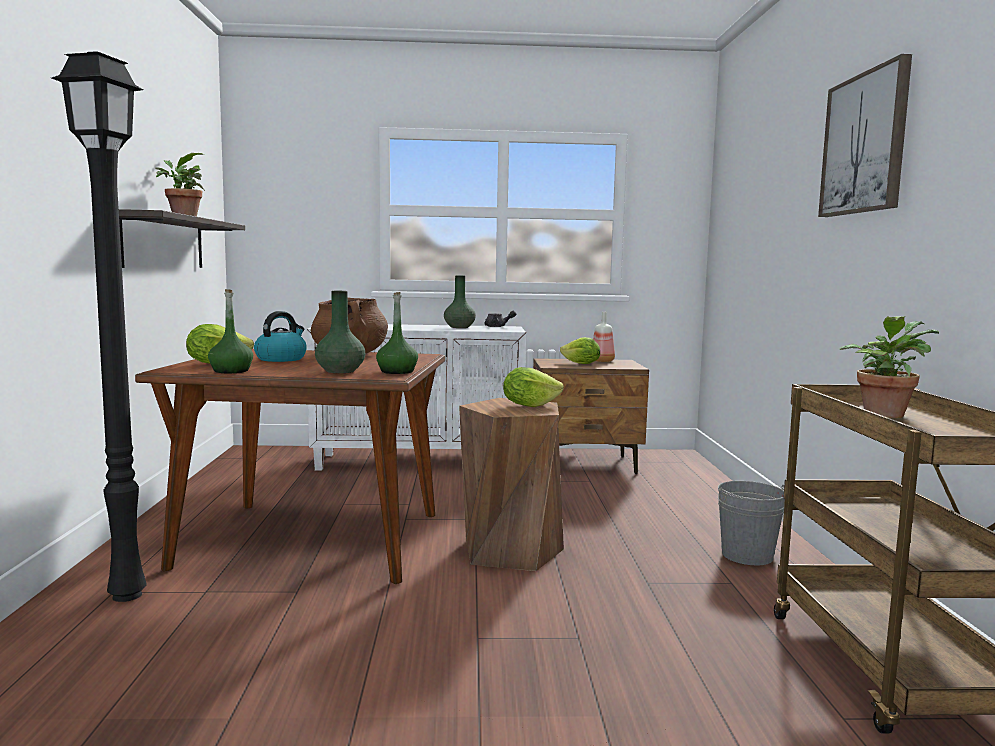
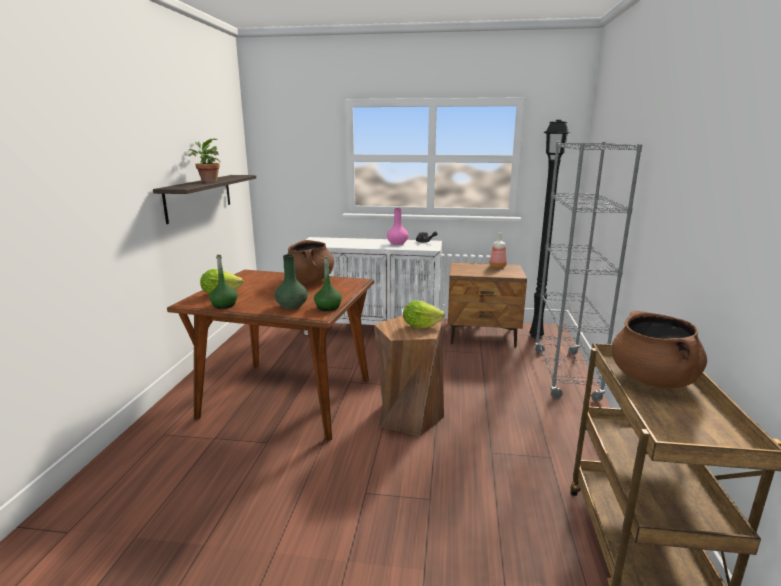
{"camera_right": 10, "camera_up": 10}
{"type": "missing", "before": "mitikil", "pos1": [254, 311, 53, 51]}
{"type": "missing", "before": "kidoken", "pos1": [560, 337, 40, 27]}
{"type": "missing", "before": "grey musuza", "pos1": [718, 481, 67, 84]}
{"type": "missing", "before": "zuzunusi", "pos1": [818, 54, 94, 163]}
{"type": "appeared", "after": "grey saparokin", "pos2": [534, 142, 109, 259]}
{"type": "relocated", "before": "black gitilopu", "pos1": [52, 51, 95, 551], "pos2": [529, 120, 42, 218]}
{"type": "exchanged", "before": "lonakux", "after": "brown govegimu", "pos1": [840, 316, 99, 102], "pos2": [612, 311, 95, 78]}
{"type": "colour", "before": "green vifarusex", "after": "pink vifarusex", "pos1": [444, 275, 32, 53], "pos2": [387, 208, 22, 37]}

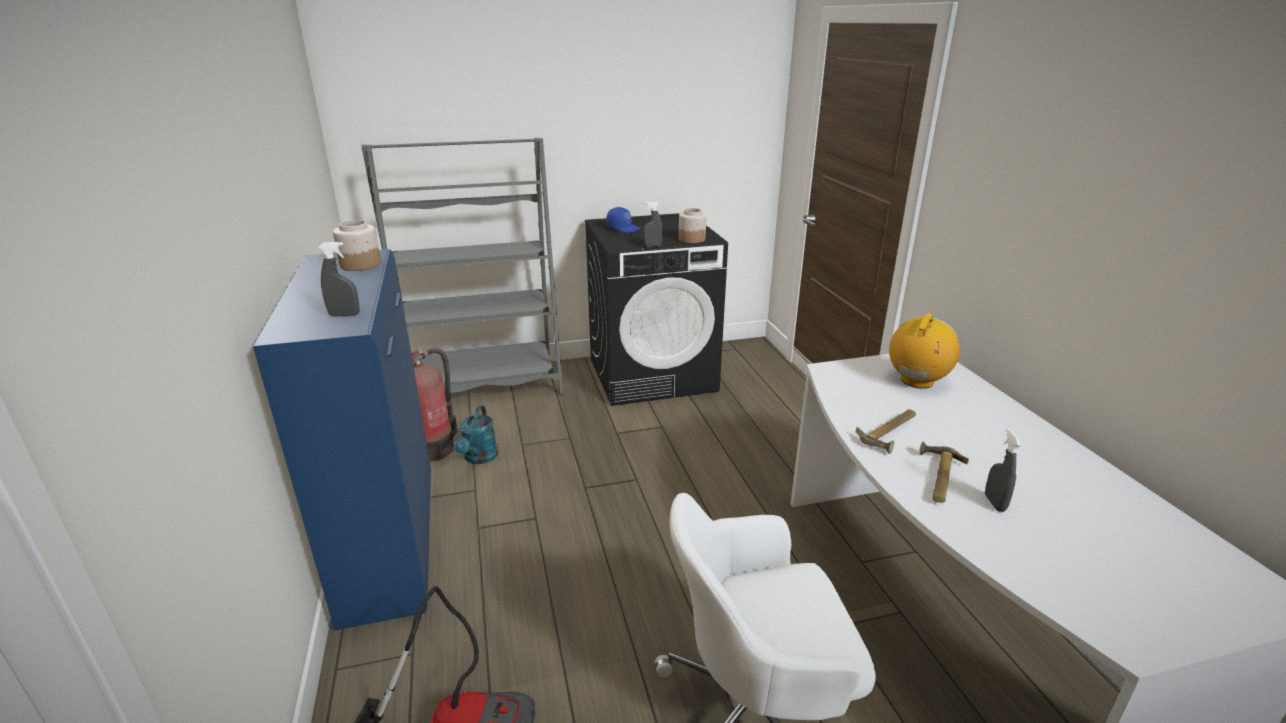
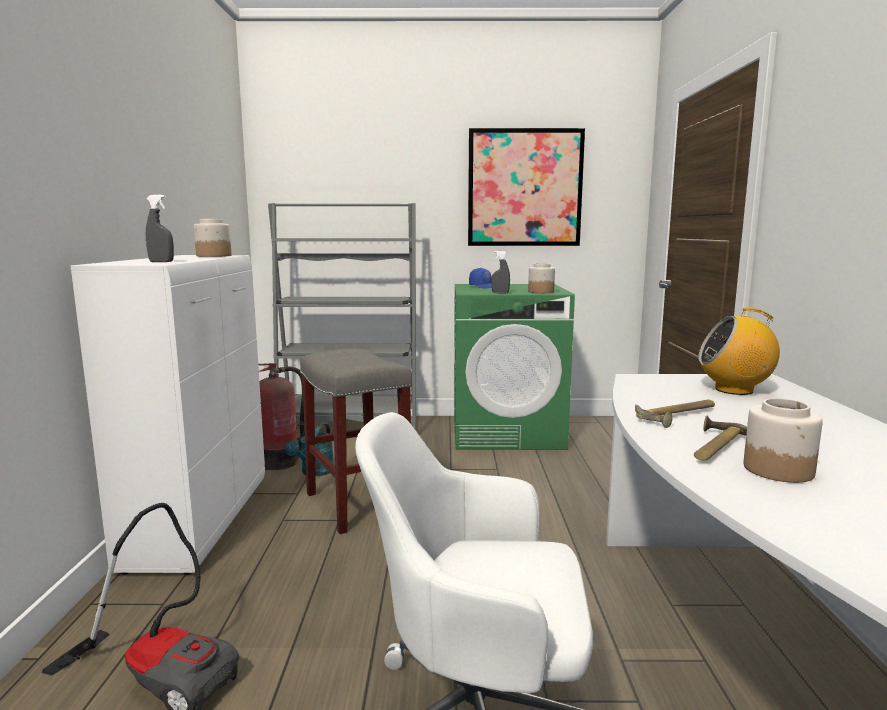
{"camera_right": 15, "camera_up": -15}
{"type": "appeared", "after": "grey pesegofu", "pos2": [300, 348, 112, 186]}
{"type": "appeared", "after": "zuzunusi", "pos2": [468, 128, 117, 118]}
{"type": "exchanged", "before": "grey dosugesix", "after": "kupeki", "pos1": [985, 428, 37, 84], "pos2": [744, 398, 79, 85]}
{"type": "colour", "before": "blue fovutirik", "after": "white fovutirik", "pos1": [253, 249, 178, 381], "pos2": [71, 255, 194, 320]}
{"type": "colour", "before": "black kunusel", "after": "green kunusel", "pos1": [585, 213, 143, 193], "pos2": [454, 284, 121, 166]}
{"type": "spun", "before": "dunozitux", "pos1": [889, 313, 71, 76], "pos2": [698, 308, 82, 87], "turn": -135}

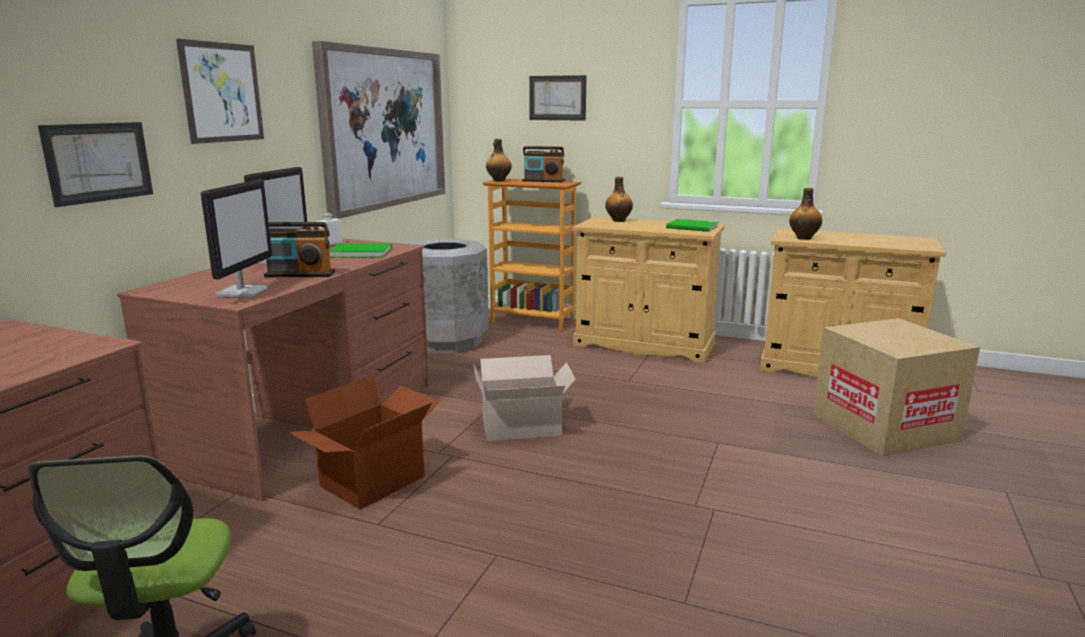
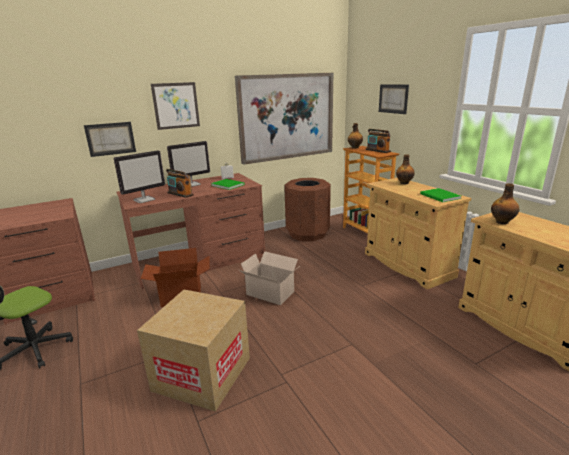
{"camera_right": 40, "camera_up": 5}
{"type": "relocated", "before": "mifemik", "pos1": [813, 318, 167, 139], "pos2": [137, 290, 113, 122]}
{"type": "colour", "before": "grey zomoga", "after": "brown zomoga", "pos1": [412, 239, 77, 114], "pos2": [284, 178, 47, 63]}

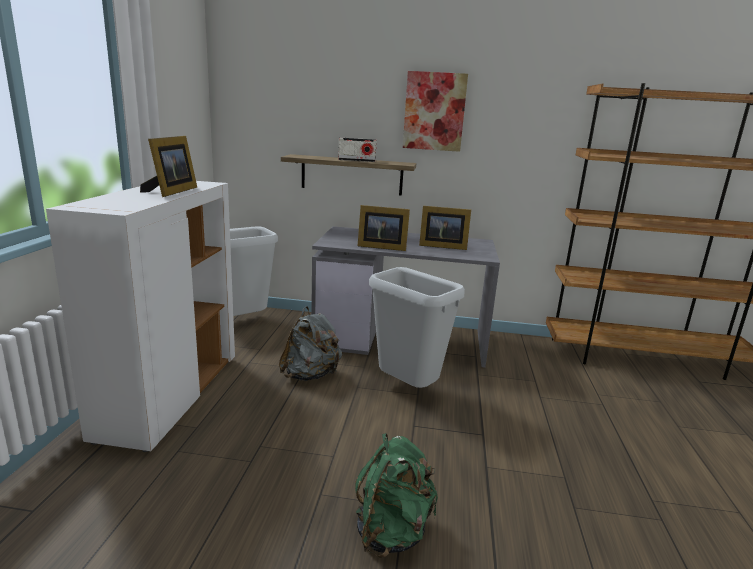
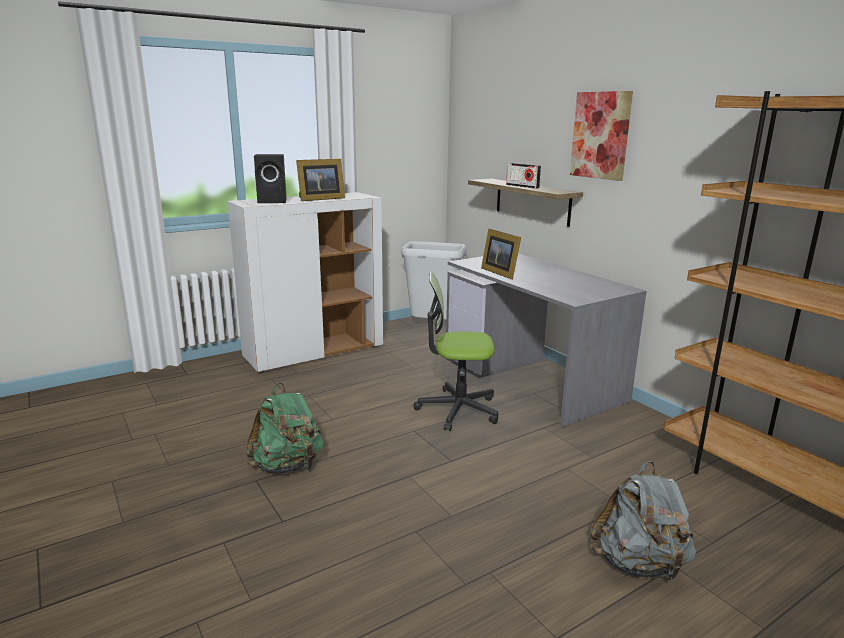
{"camera_right": 50, "camera_up": 0}
{"type": "missing", "before": "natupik", "pos1": [419, 206, 52, 44]}
{"type": "appeared", "after": "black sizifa", "pos2": [254, 154, 33, 49]}
{"type": "relocated", "before": "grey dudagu", "pos1": [279, 306, 63, 75], "pos2": [591, 461, 105, 122]}
{"type": "exchanged", "before": "grey zomoga", "after": "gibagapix", "pos1": [369, 267, 96, 121], "pos2": [413, 271, 85, 160]}

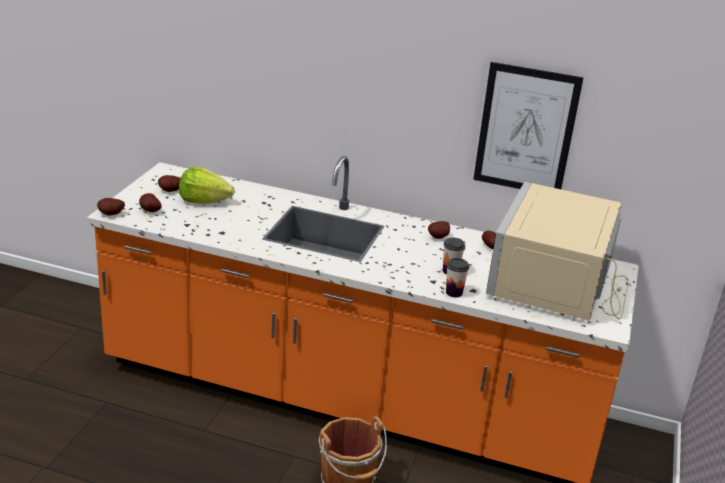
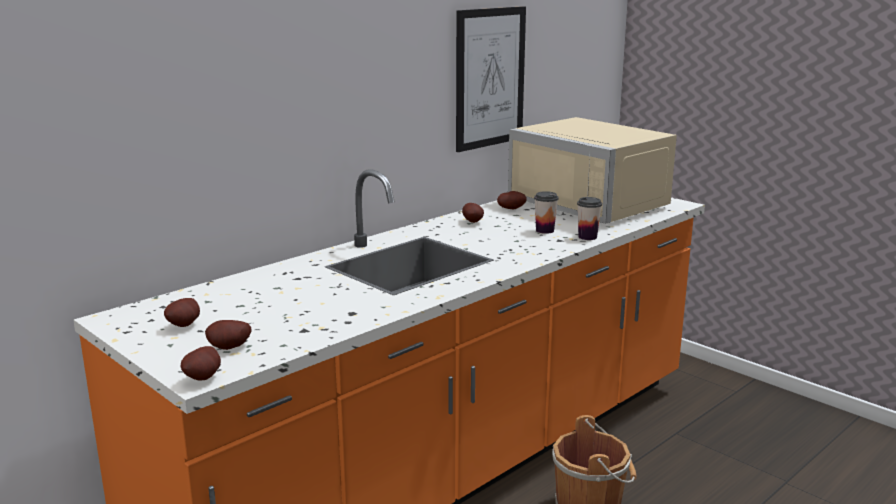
{"camera_right": -60, "camera_up": -10}
{"type": "missing", "before": "kidoken", "pos1": [179, 167, 55, 37]}

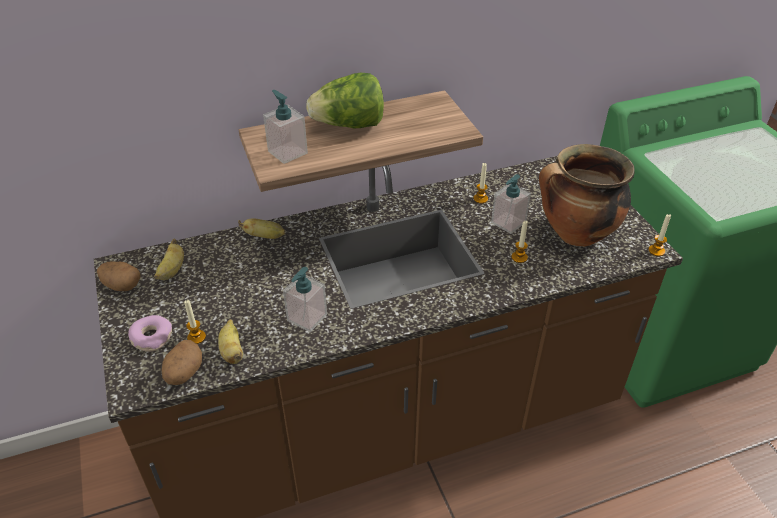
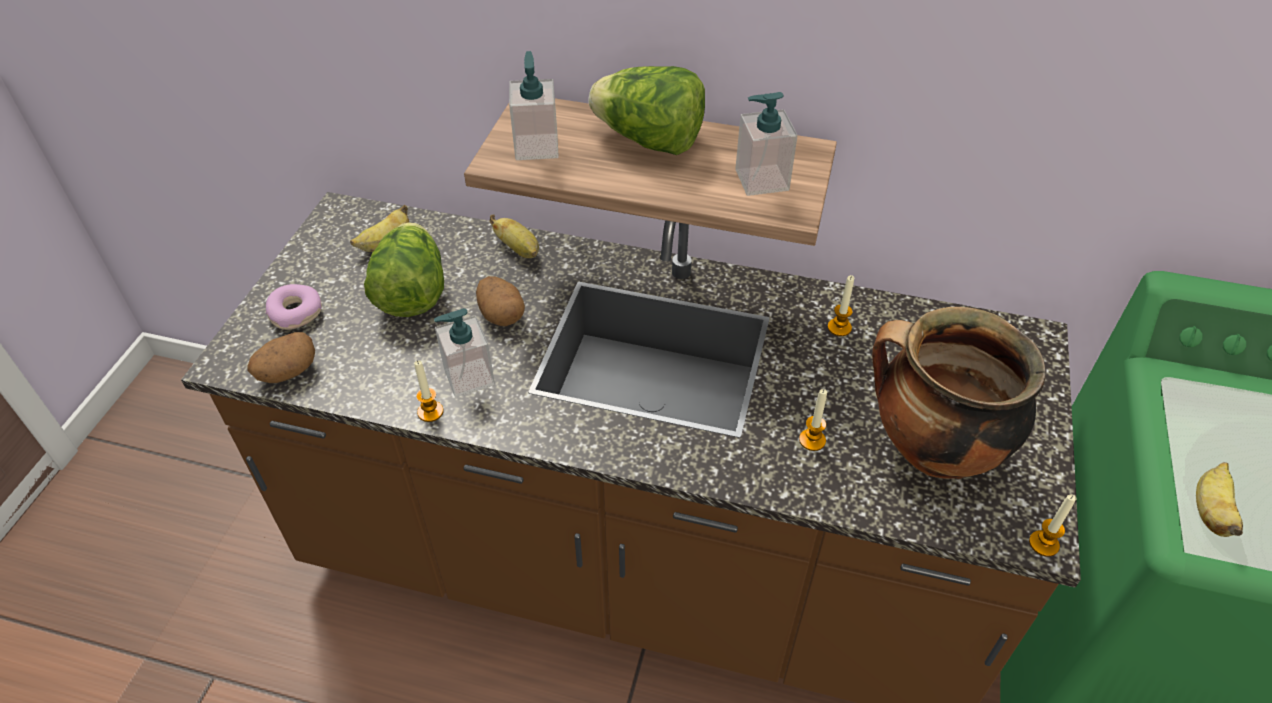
{"camera_right": 35, "camera_up": 5}
{"type": "appeared", "after": "kidoken", "pos2": [364, 222, 80, 95]}
{"type": "relocated", "before": "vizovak", "pos1": [97, 261, 44, 30], "pos2": [476, 276, 49, 50]}
{"type": "relocated", "before": "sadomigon", "pos1": [184, 300, 22, 44], "pos2": [414, 361, 30, 61]}
{"type": "relocated", "before": "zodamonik", "pos1": [218, 319, 25, 45], "pos2": [1196, 462, 47, 75]}
{"type": "relocated", "before": "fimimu", "pos1": [491, 174, 40, 60], "pos2": [735, 92, 63, 104]}

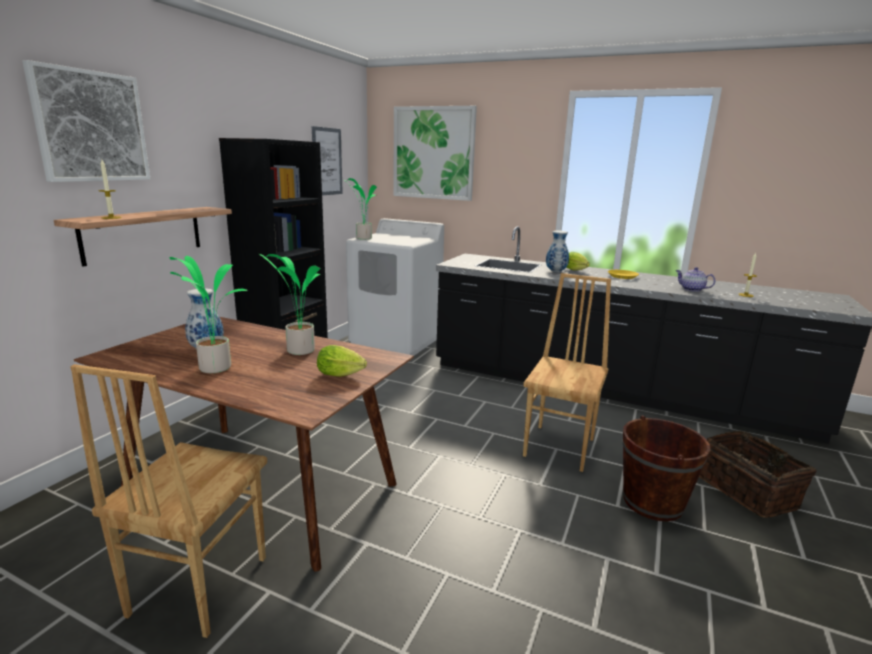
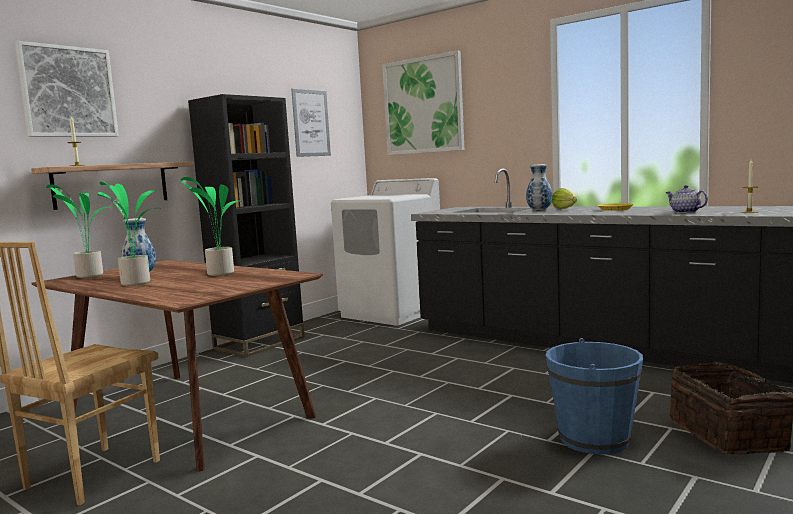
{"camera_right": 15, "camera_up": -10}
{"type": "missing", "before": "kidoken", "pos1": [317, 345, 50, 32]}
{"type": "missing", "before": "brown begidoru", "pos1": [523, 273, 88, 199]}
{"type": "relocated", "before": "lonakux", "pos1": [343, 178, 34, 62], "pos2": [46, 184, 62, 94]}
{"type": "colour", "before": "brown musuza", "after": "blue musuza", "pos1": [623, 415, 88, 106], "pos2": [546, 338, 97, 116]}

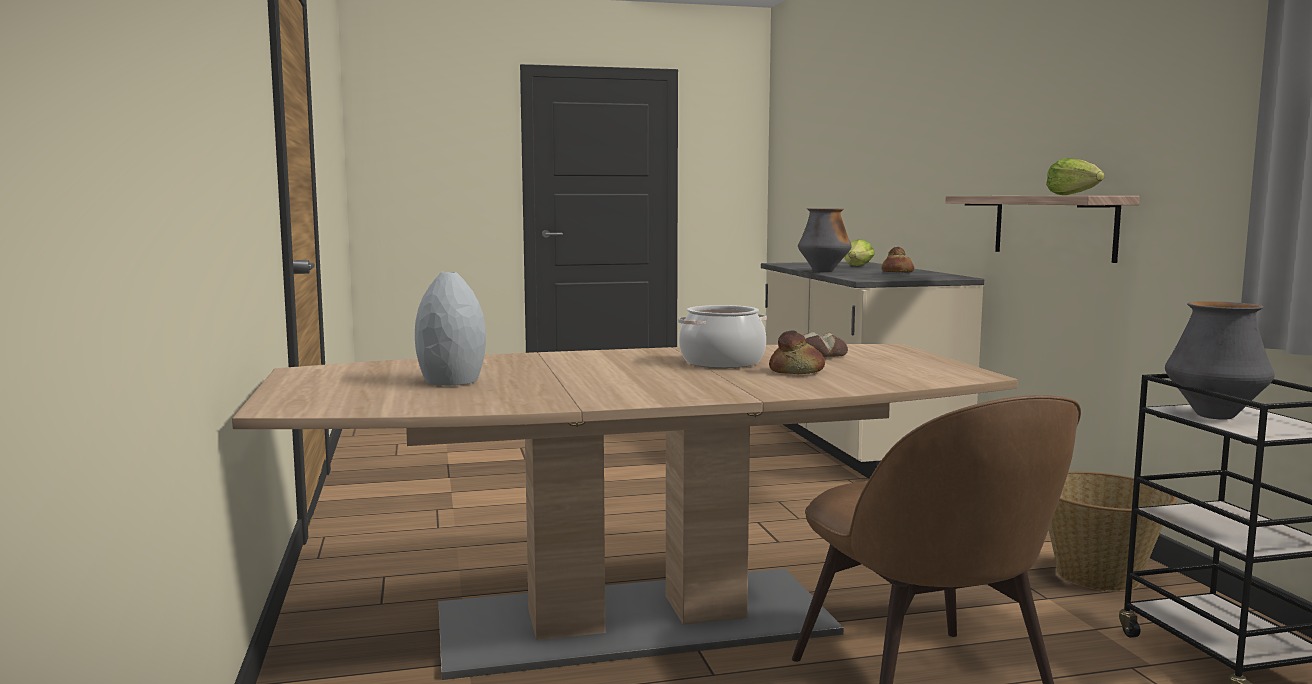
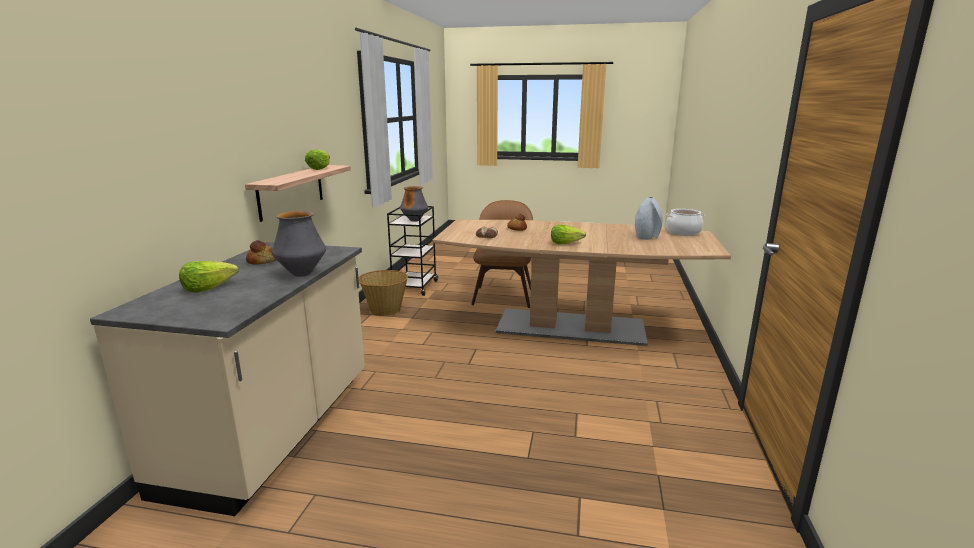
{"camera_right": -155, "camera_up": 10}
{"type": "appeared", "after": "kidoken", "pos2": [551, 224, 35, 20]}
{"type": "relocated", "before": "govegimu", "pos1": [678, 305, 89, 63], "pos2": [666, 209, 39, 27]}

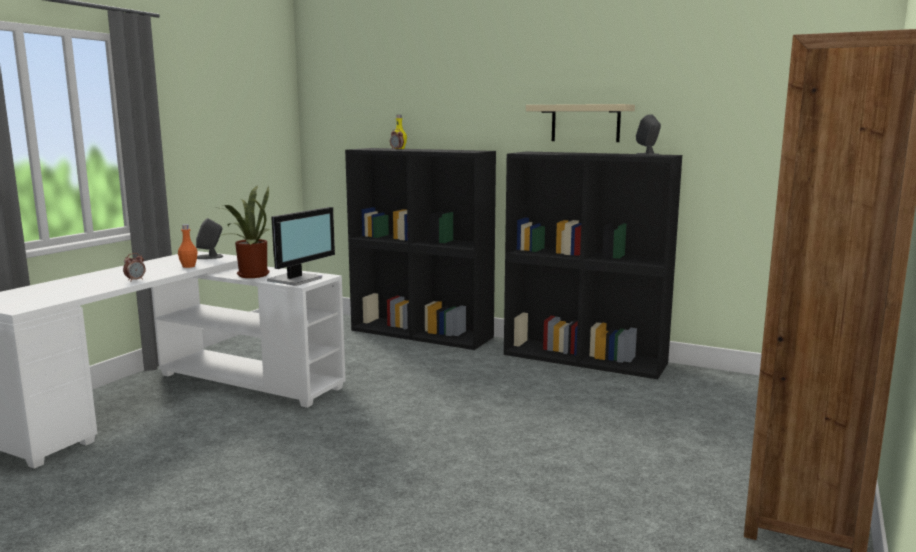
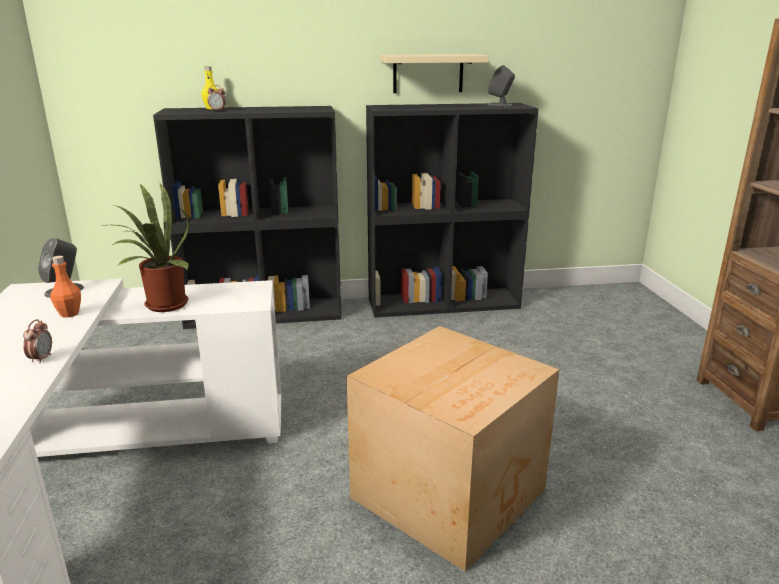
{"camera_right": -35, "camera_up": 10}
{"type": "missing", "before": "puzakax", "pos1": [267, 207, 68, 79]}
{"type": "appeared", "after": "mifemik", "pos2": [347, 326, 212, 246]}

